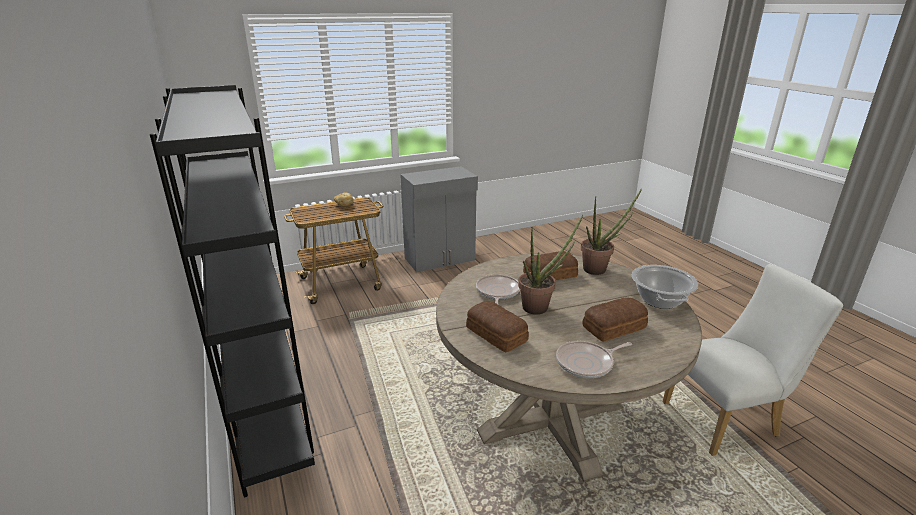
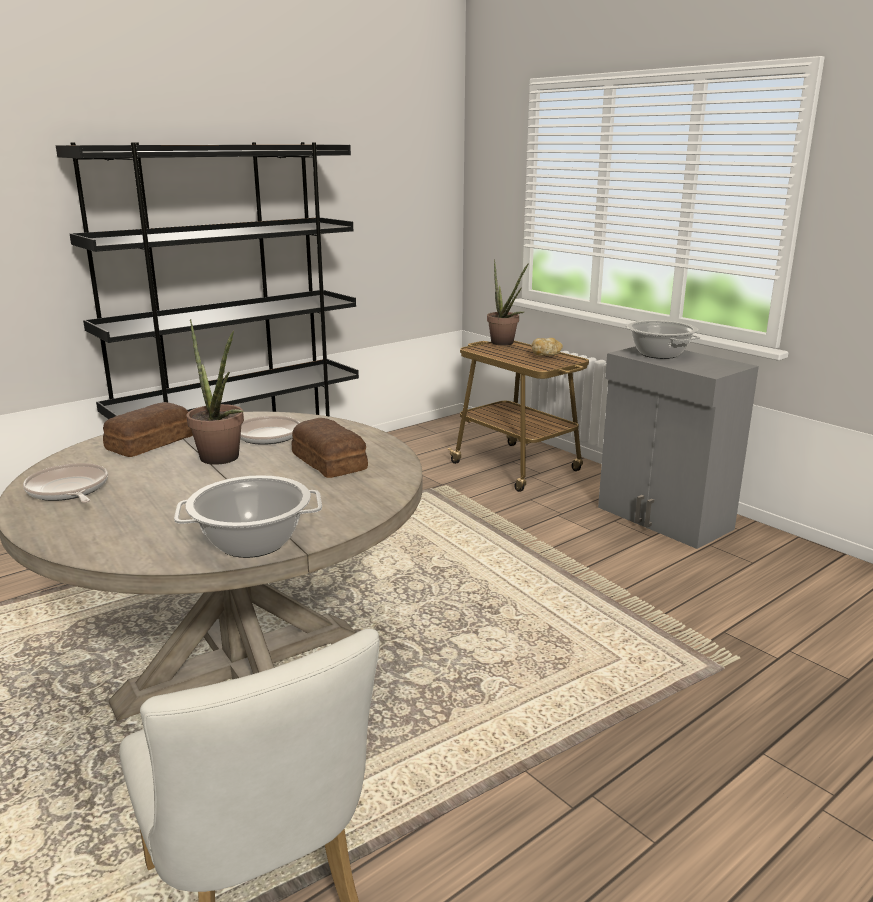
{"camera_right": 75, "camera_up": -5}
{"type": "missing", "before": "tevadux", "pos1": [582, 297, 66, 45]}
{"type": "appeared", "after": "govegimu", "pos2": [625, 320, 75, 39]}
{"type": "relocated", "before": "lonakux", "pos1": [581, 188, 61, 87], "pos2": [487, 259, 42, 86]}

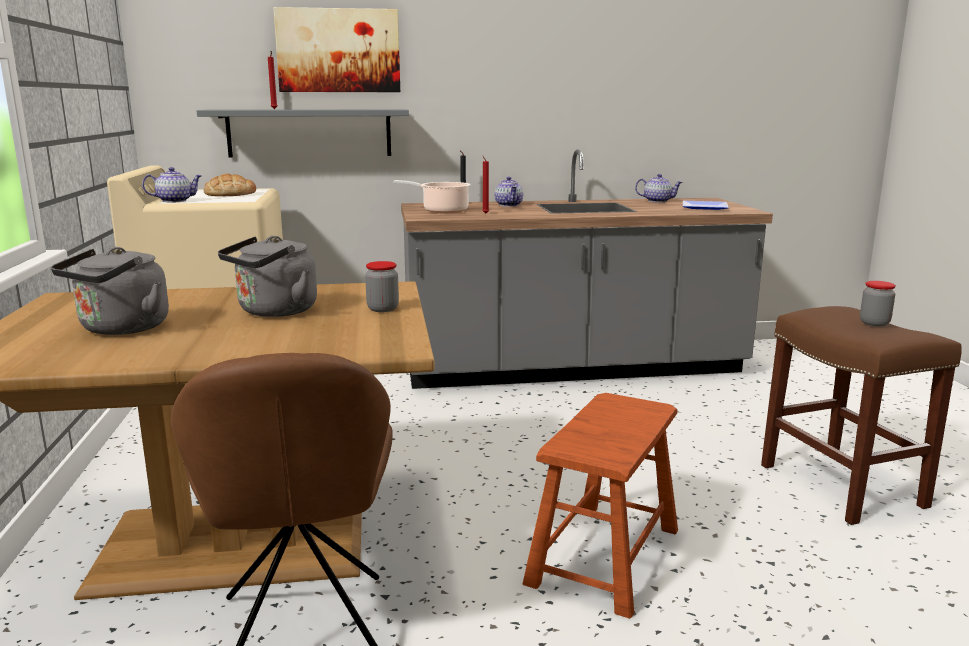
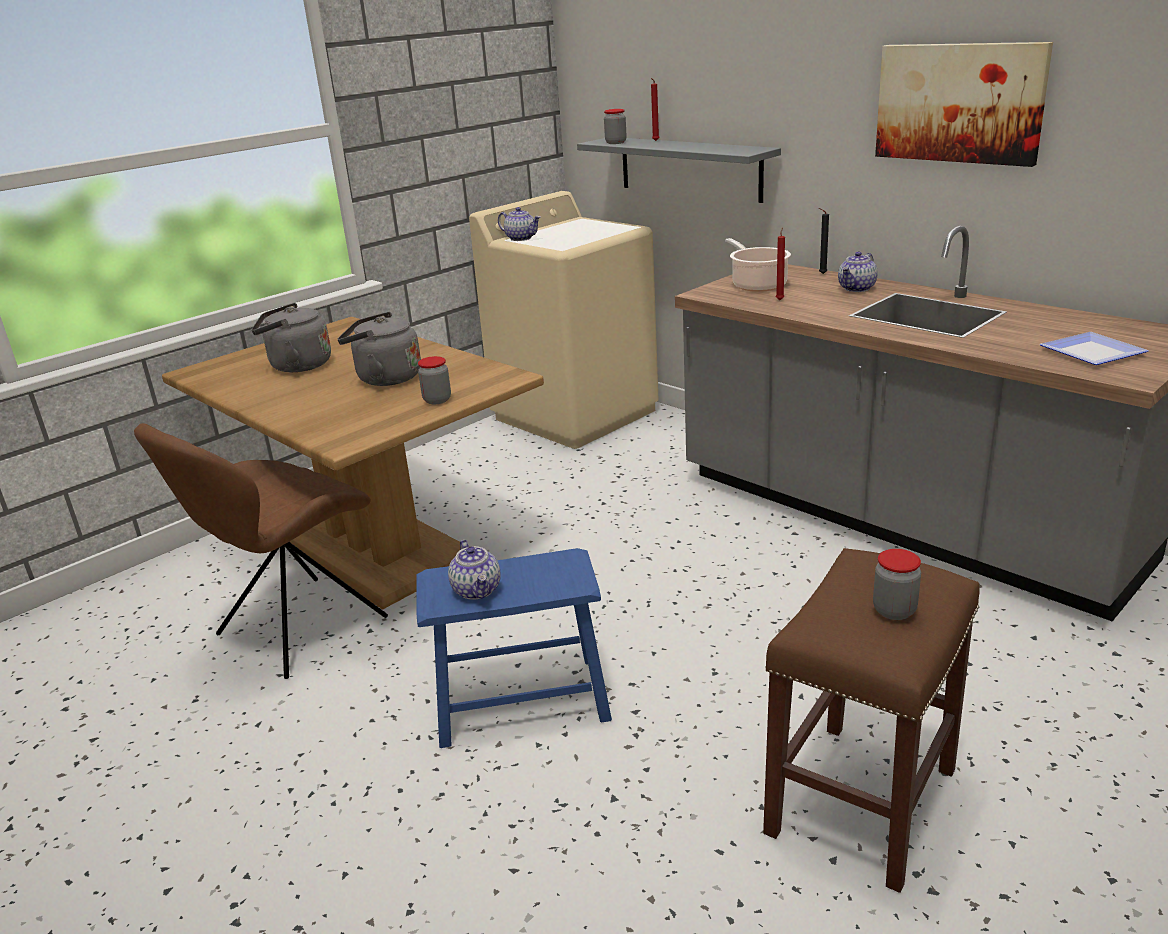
{"camera_right": 55, "camera_up": 10}
{"type": "missing", "before": "tevadux", "pos1": [204, 174, 52, 22]}
{"type": "appeared", "after": "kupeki", "pos2": [604, 109, 23, 35]}
{"type": "relocated", "before": "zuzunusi", "pos1": [273, 7, 127, 85], "pos2": [875, 42, 178, 125]}
{"type": "relocated", "before": "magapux", "pos1": [635, 174, 48, 29], "pos2": [448, 540, 53, 60]}
{"type": "colour", "before": "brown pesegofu", "after": "blue pesegofu", "pos1": [522, 393, 156, 226], "pos2": [417, 548, 195, 200]}

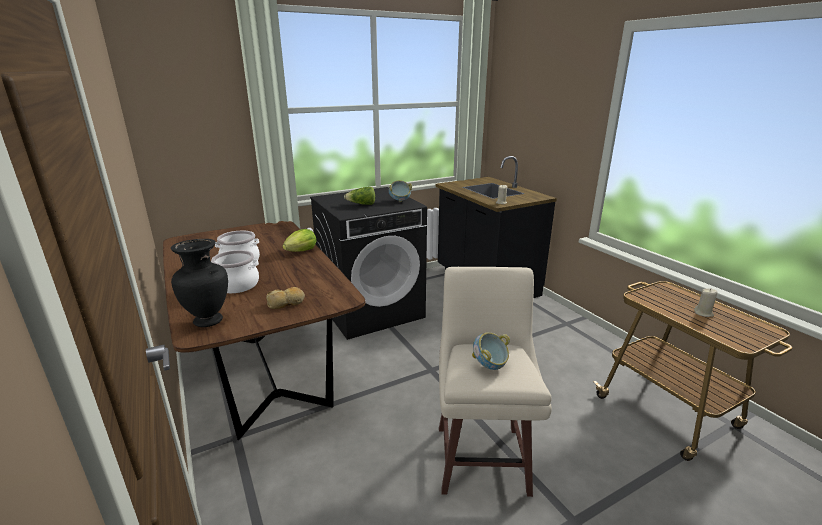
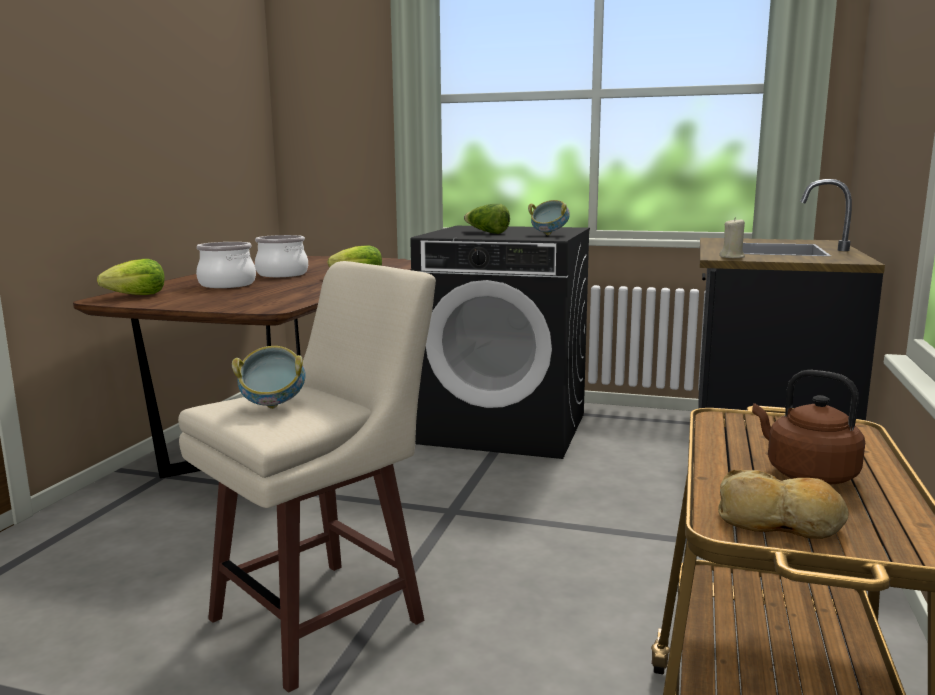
{"camera_right": 45, "camera_up": -10}
{"type": "relocated", "before": "tevadux", "pos1": [266, 287, 39, 22], "pos2": [718, 470, 130, 69]}
{"type": "exchanged", "before": "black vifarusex", "after": "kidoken", "pos1": [171, 239, 57, 88], "pos2": [97, 259, 68, 36]}
{"type": "exchanged", "before": "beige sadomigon", "after": "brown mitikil", "pos1": [694, 288, 23, 29], "pos2": [752, 370, 113, 114]}

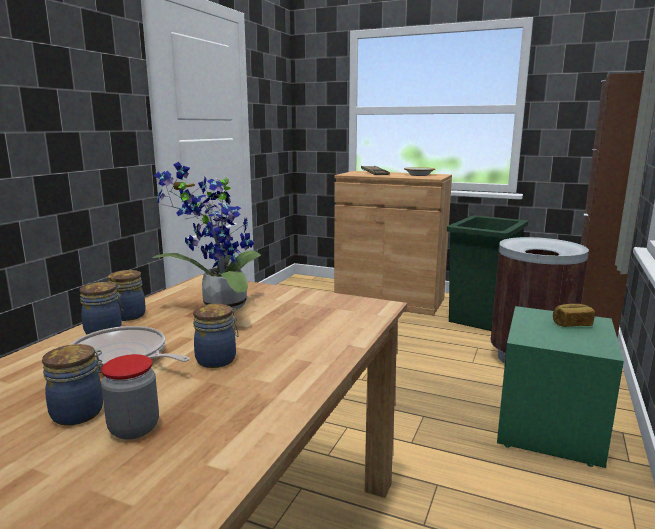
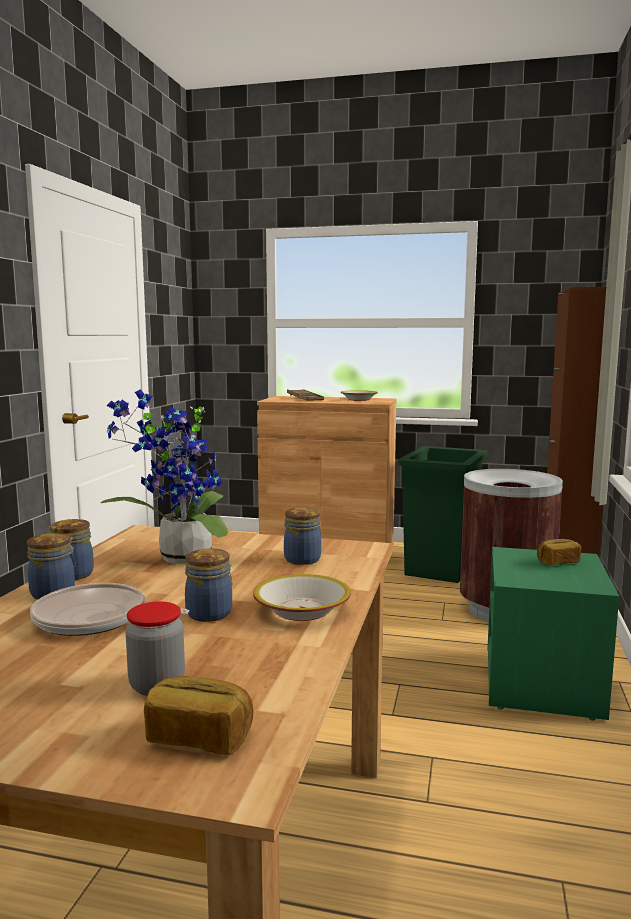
{"camera_right": -10, "camera_up": -5}
{"type": "appeared", "after": "tevadux", "pos2": [144, 676, 109, 79]}
{"type": "appeared", "after": "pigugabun", "pos2": [253, 574, 98, 47]}
{"type": "relocated", "before": "kupeki", "pos1": [42, 344, 62, 82], "pos2": [284, 507, 37, 58]}

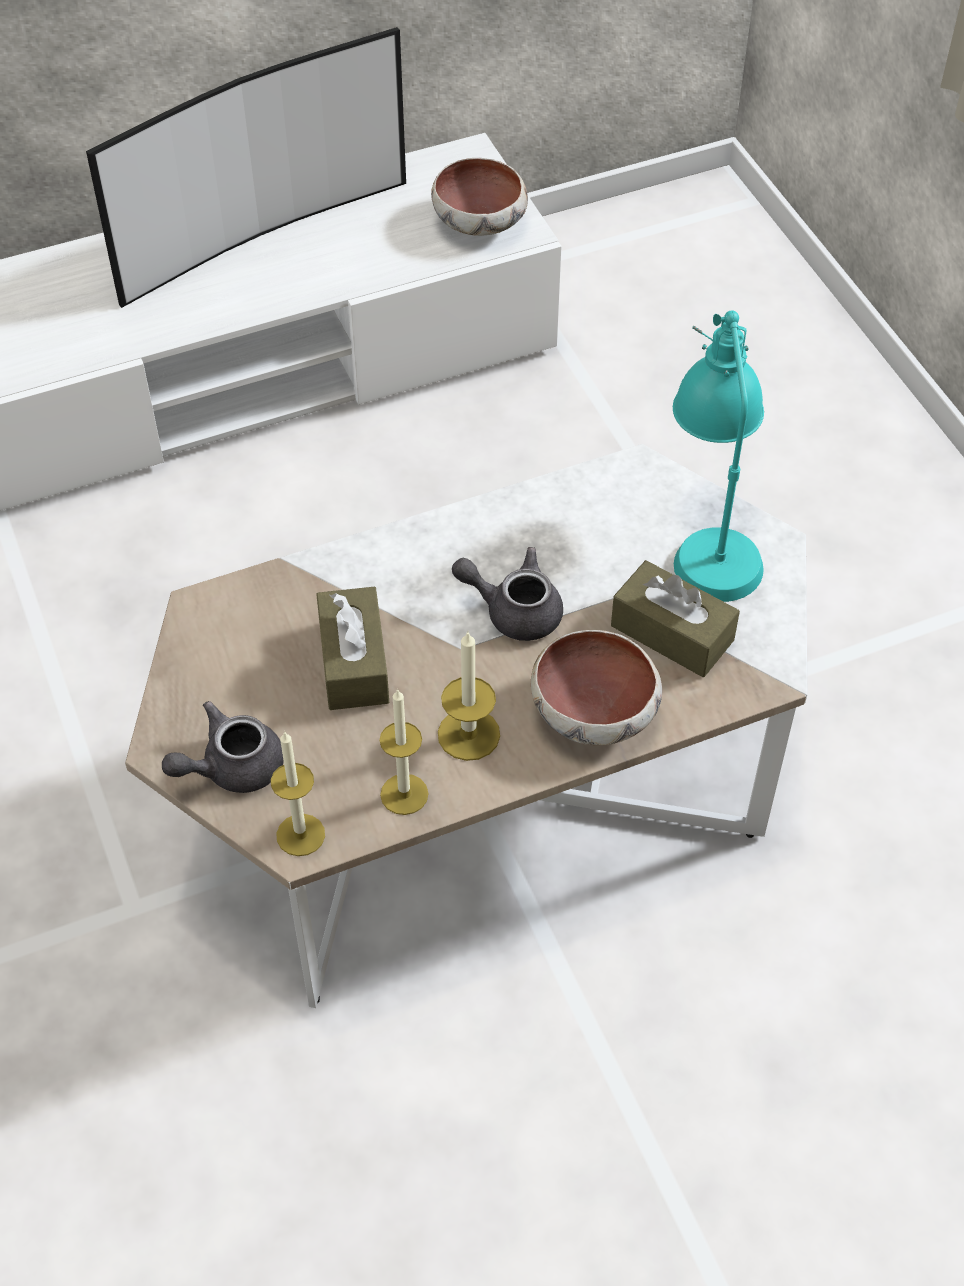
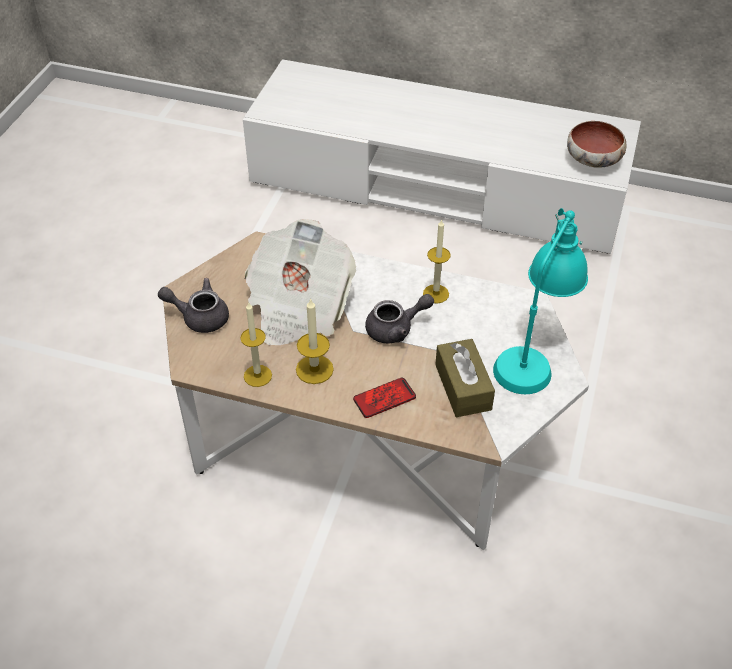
{"camera_right": 40, "camera_up": -5}
{"type": "missing", "before": "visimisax", "pos1": [86, 27, 320, 281]}
{"type": "relocated", "before": "sadomigon", "pos1": [271, 731, 54, 125], "pos2": [423, 219, 28, 84]}
{"type": "exchanged", "before": "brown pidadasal", "after": "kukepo", "pos1": [316, 587, 73, 123], "pos2": [245, 219, 111, 126]}
{"type": "exchanged", "before": "pigugabun", "after": "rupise", "pos1": [531, 630, 131, 115], "pos2": [353, 378, 63, 40]}
{"type": "spun", "before": "grey magapux", "pos1": [452, 547, 111, 94], "pos2": [365, 294, 69, 50], "turn": 105}

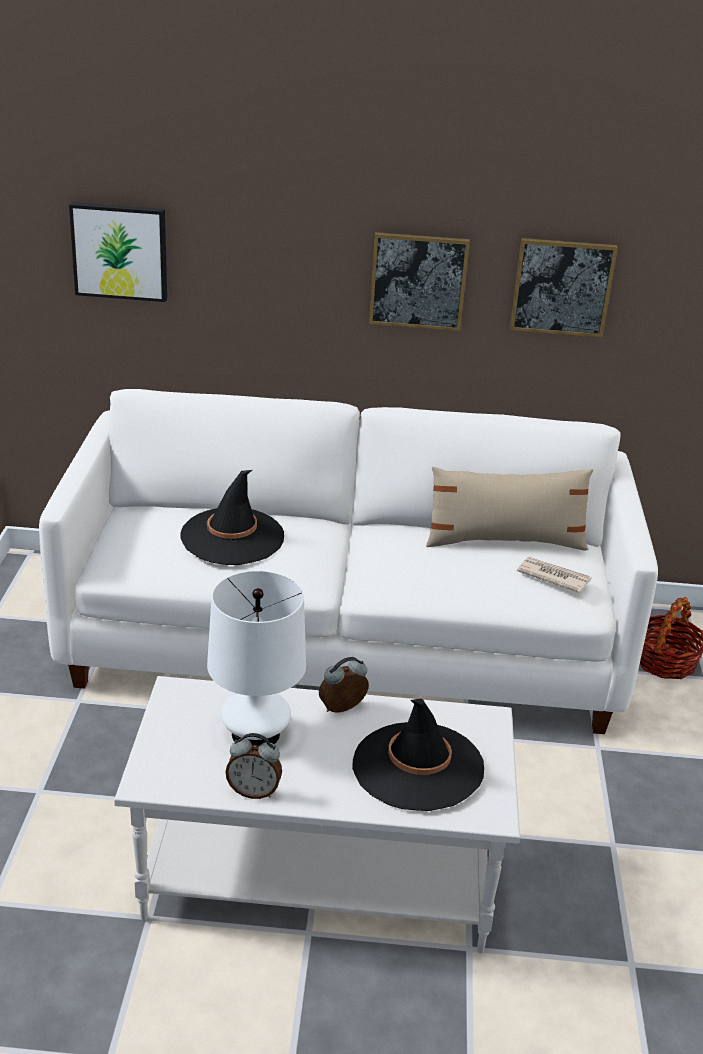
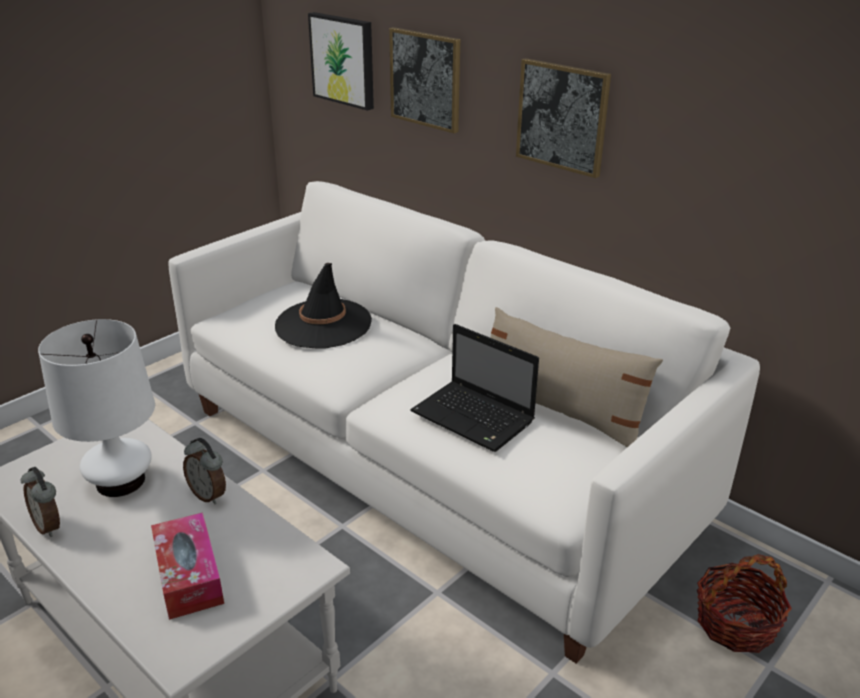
{"camera_right": 40, "camera_up": 0}
{"type": "missing", "before": "kukepo", "pos1": [517, 557, 75, 36]}
{"type": "appeared", "after": "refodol", "pos2": [410, 324, 129, 128]}
{"type": "relocated", "before": "zuzunusi", "pos1": [510, 238, 108, 99], "pos2": [389, 27, 71, 106]}
{"type": "exchanged", "before": "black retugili", "after": "pidadasal", "pos1": [352, 698, 132, 113], "pos2": [151, 512, 73, 108]}
{"type": "spun", "before": "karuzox", "pos1": [319, 657, 50, 56], "pos2": [183, 438, 43, 66], "turn": -150}

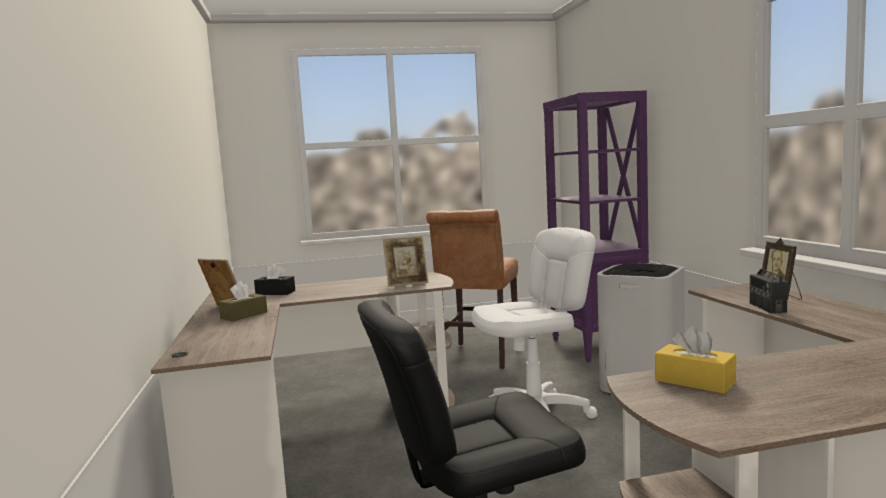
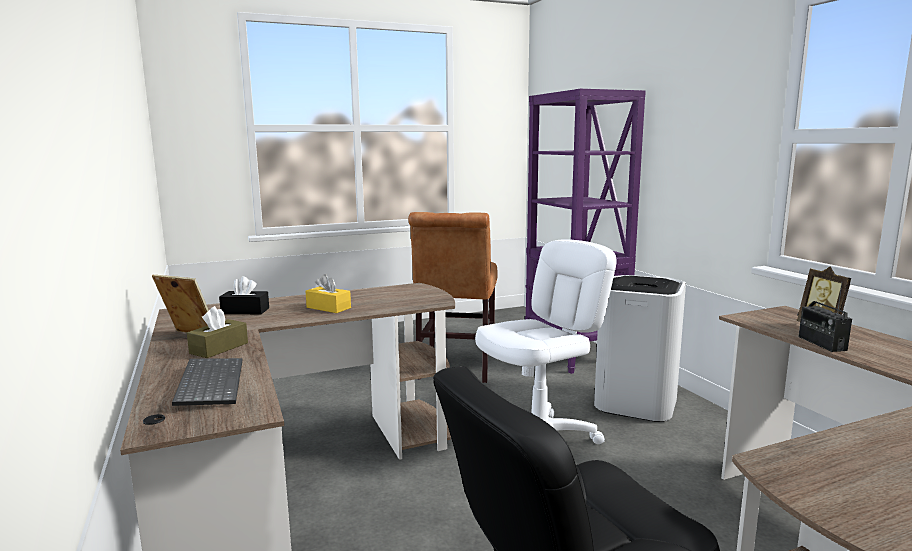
{"camera_right": -10, "camera_up": 5}
{"type": "missing", "before": "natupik", "pos1": [383, 236, 46, 51]}
{"type": "appeared", "after": "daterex", "pos2": [172, 358, 70, 48]}
{"type": "relocated", "before": "yellow pidadasal", "pos1": [655, 326, 81, 68], "pos2": [306, 274, 45, 39]}

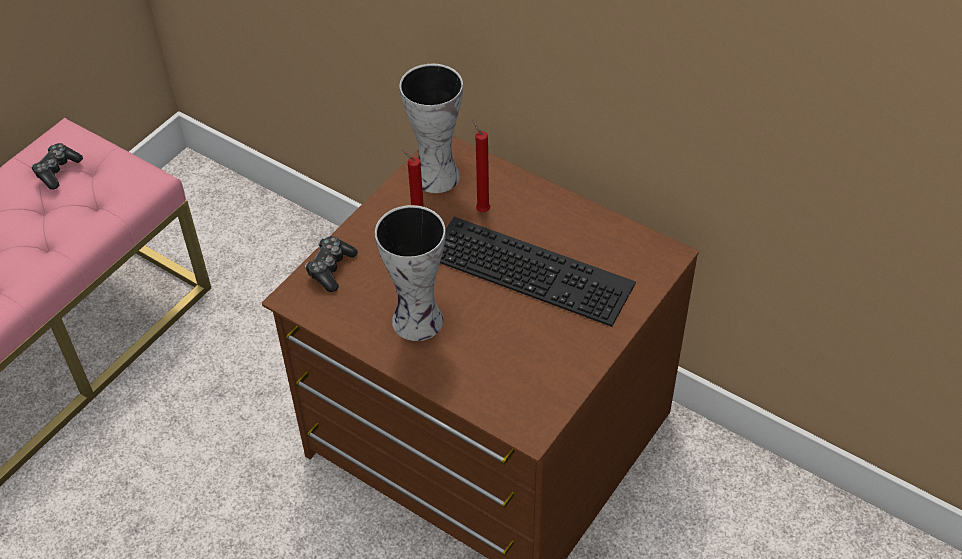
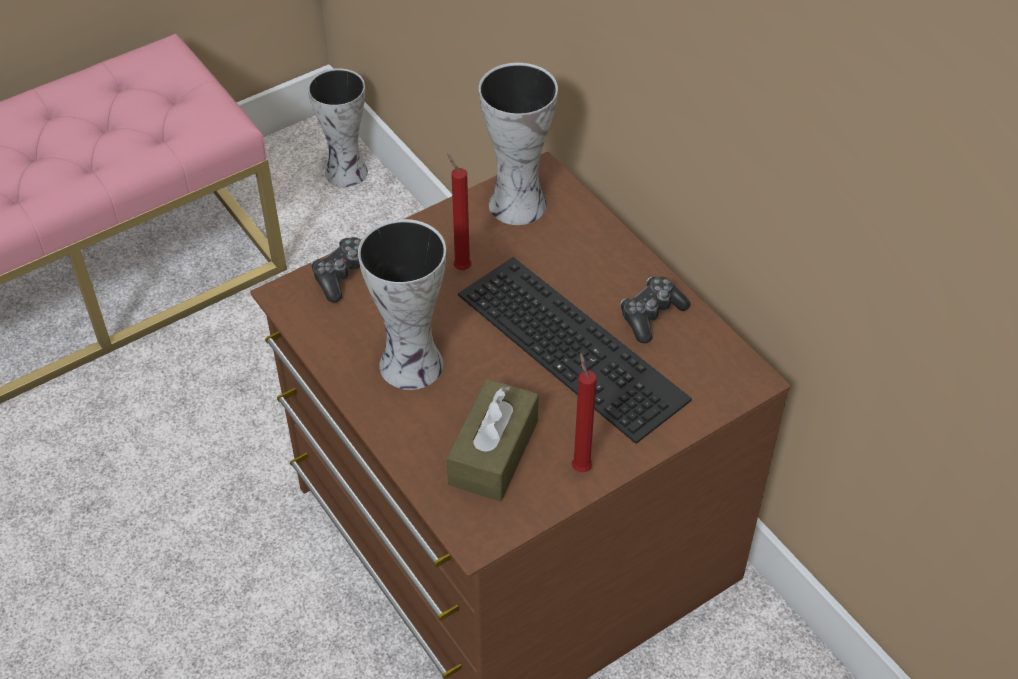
{"camera_right": 20, "camera_up": 0}
{"type": "appeared", "after": "vifarusex", "pos2": [308, 68, 60, 119]}
{"type": "appeared", "after": "brown pidadasal", "pos2": [447, 379, 92, 122]}
{"type": "relocated", "before": "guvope", "pos1": [31, 143, 52, 47], "pos2": [620, 277, 70, 66]}
{"type": "relocated", "before": "red sadomigon", "pos1": [472, 120, 18, 92], "pos2": [572, 352, 25, 120]}

